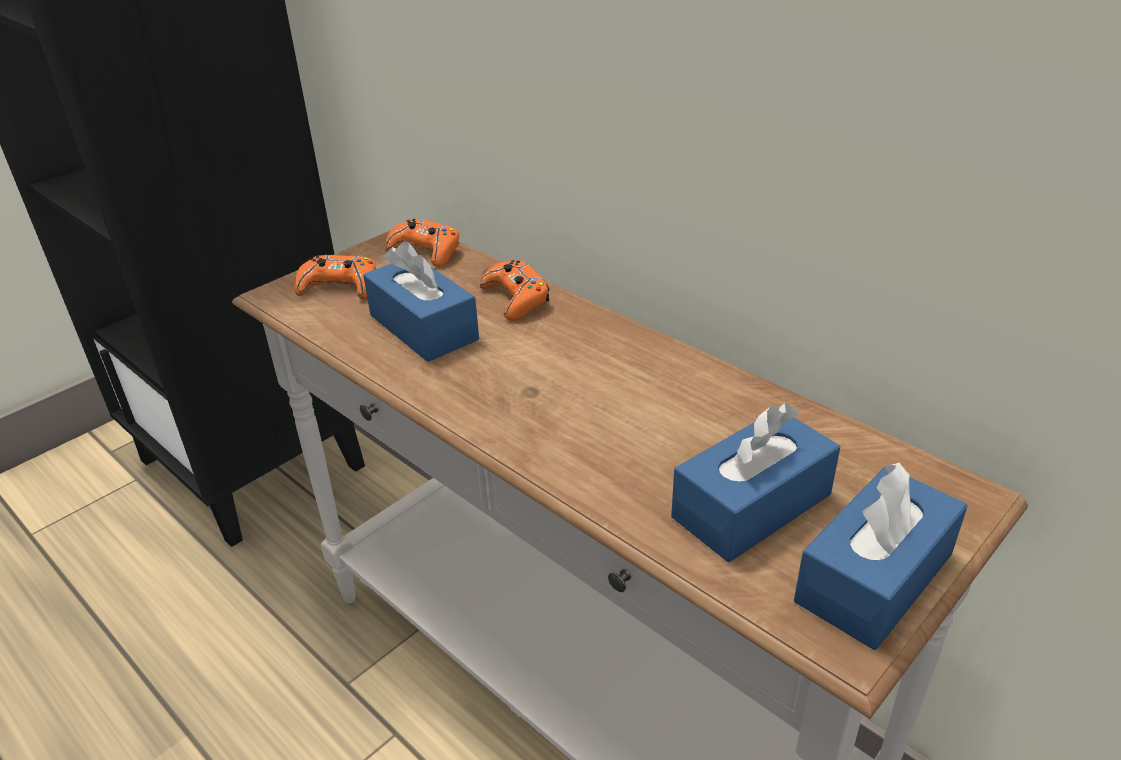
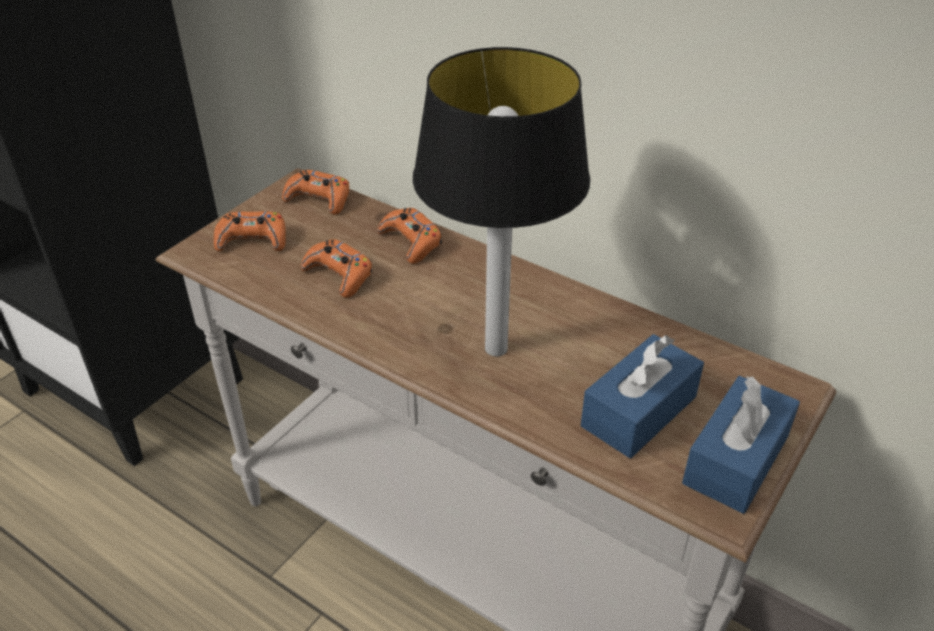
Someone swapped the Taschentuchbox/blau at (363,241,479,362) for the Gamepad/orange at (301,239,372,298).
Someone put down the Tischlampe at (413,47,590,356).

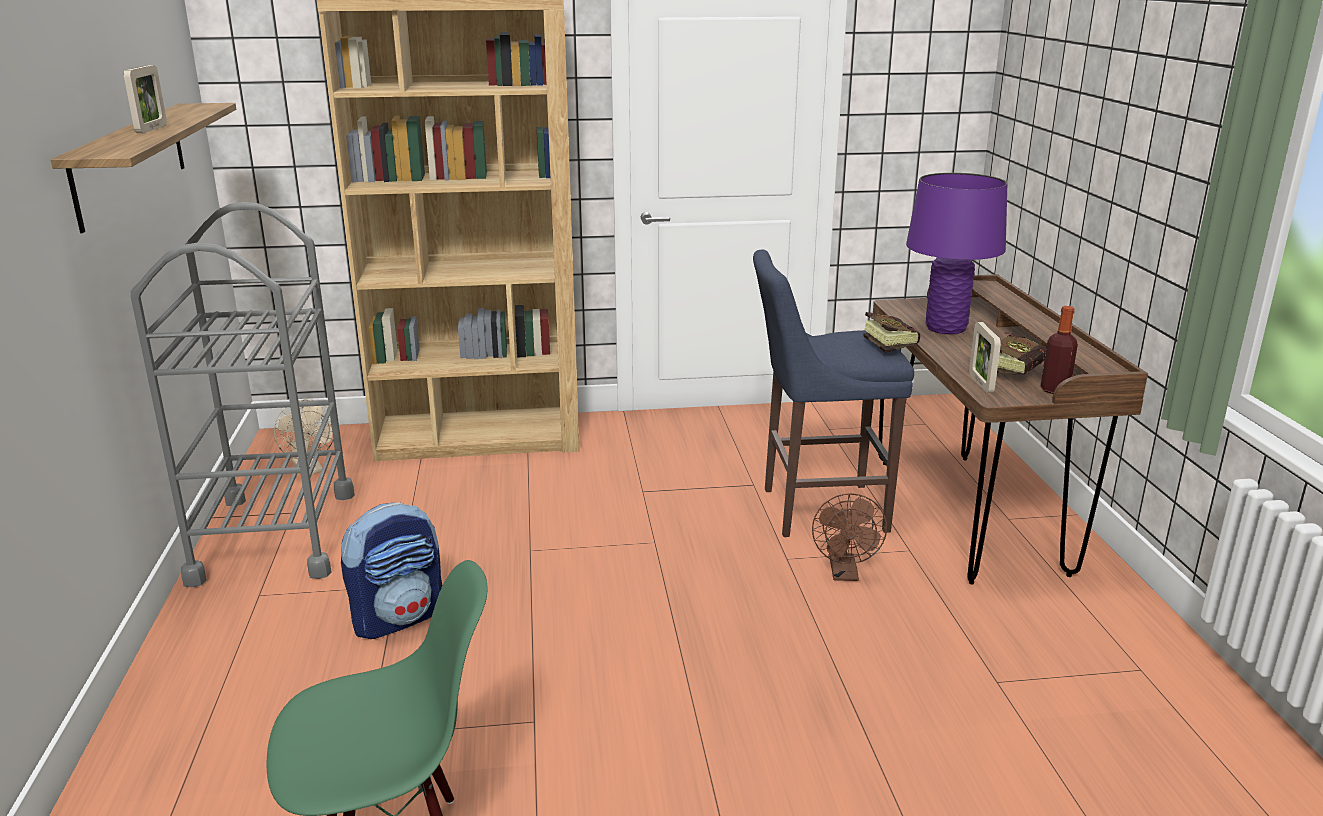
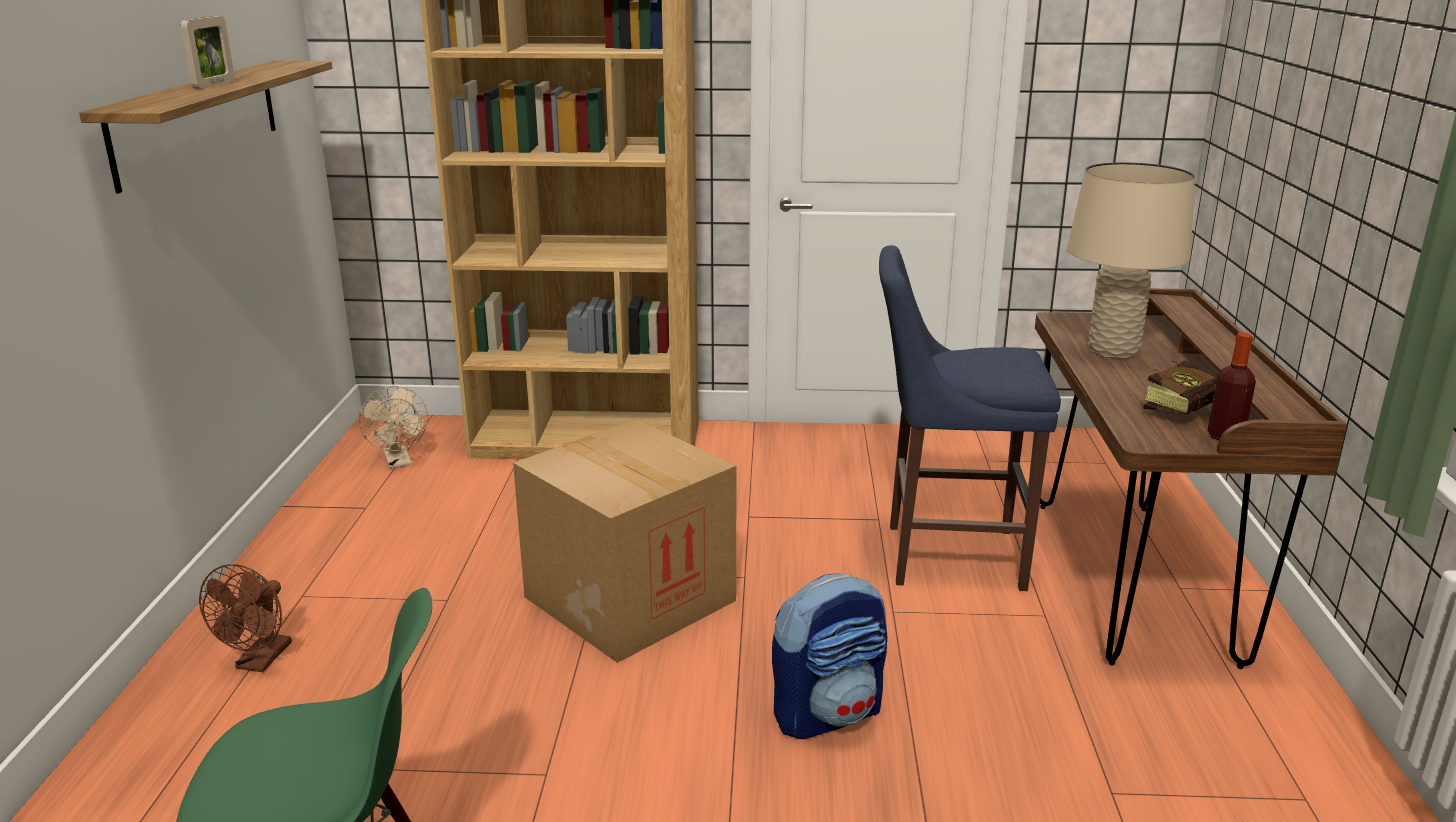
Someone took away the Rollwagen/grau at (131,202,355,587).
Someone carried the Rucksack from (341,502,442,639) to (772,573,887,739).
Someone carried the Ventilator/braun from (812,493,887,581) to (199,564,292,672).
Someone took away the Buch at (863,312,920,353).
Someone repainted the Tischlampe/lila at (906,173,1007,334), which became the Tischlampe/beige at (1067,162,1195,359).
Someone took away the Bilderrahmen at (969,322,1001,393).
Someone put down the Karton at (513,419,737,663).

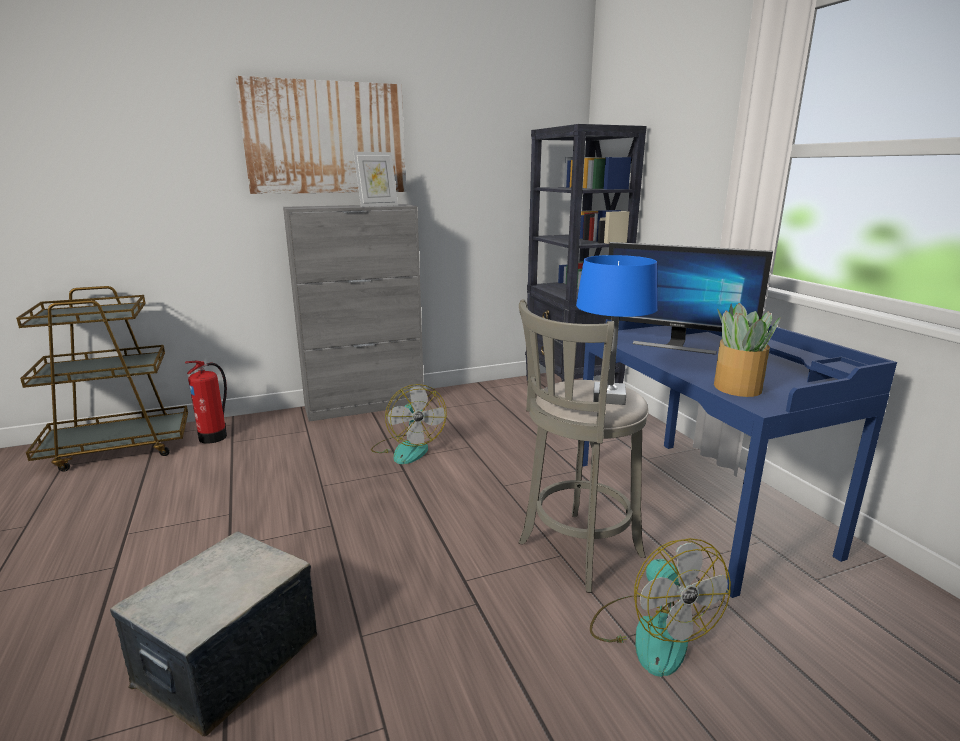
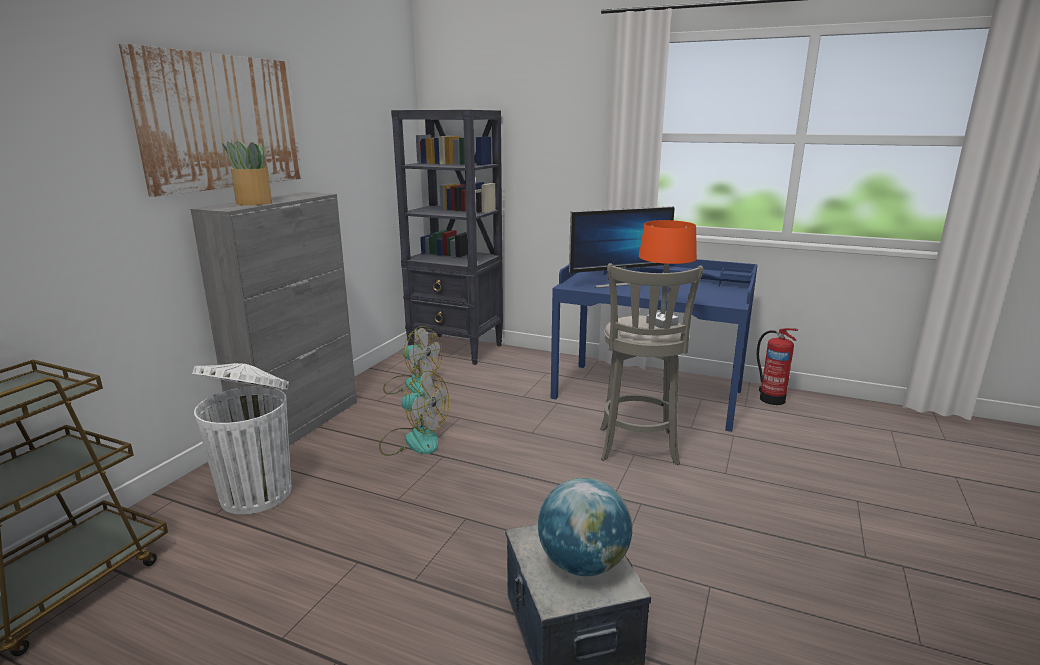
Someone carried the Feuerlöscher from (185,361,227,444) to (757,328,798,405).
Someone took away the Bilderrahmen at (354,152,398,207).
Someone repainted the Tischlampe/blau at (576,255,658,405), which became the Tischlampe/orange at (639,220,697,328).
Someone carried the Ventilator from (590,538,731,677) to (383,326,442,394).
Someone carried the Topfpflanze from (714,303,781,397) to (222,139,272,205).
Someone put down the Mülleimer/weiß at (192,363,291,515).
Someone put down the Globus at (538,478,632,576).

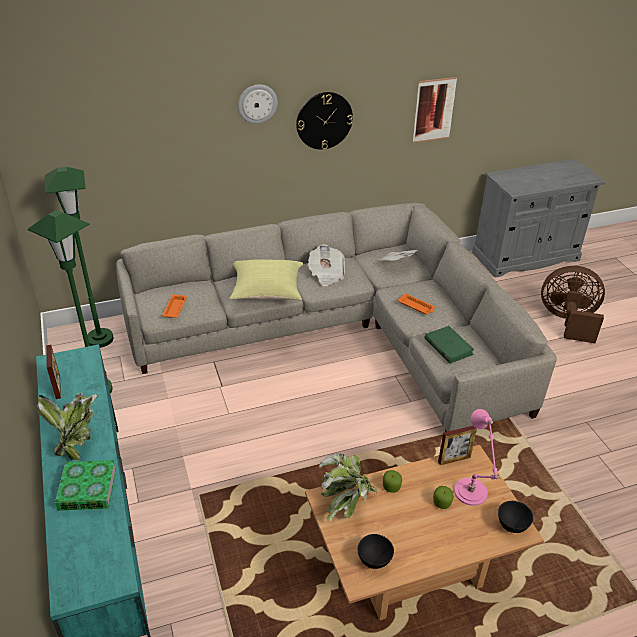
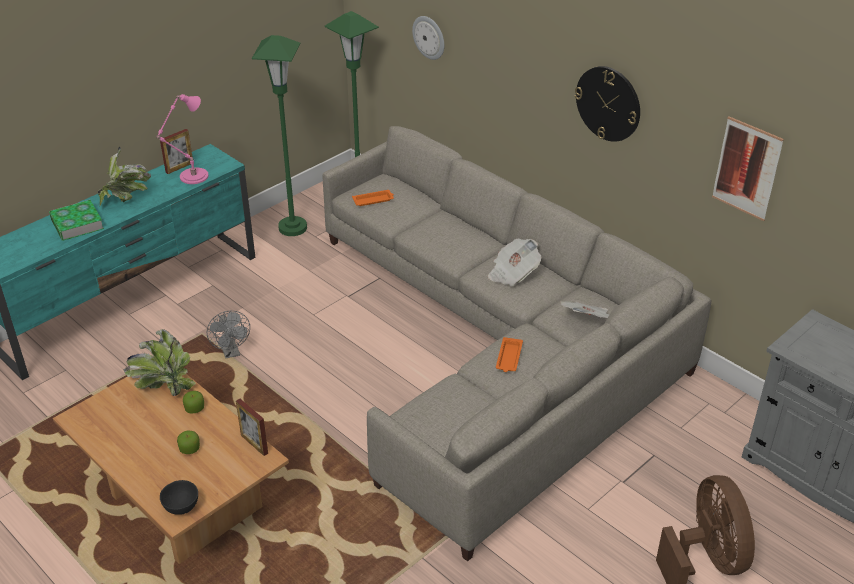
Someone took away the Kissen/gelb at (229,260,303,300).
Someone carried the Wanduhr from (238,84,278,124) to (412,16,444,60).
Someone took away the Schüssel/schwarz at (358,534,394,569).
Someone took away the Buch/grün at (425,326,475,364).
Someone carried the Tischlampe/rosa from (454,409,500,506) to (156,94,209,184).
Someone put down the Ventilator/grau at (207,311,250,358).

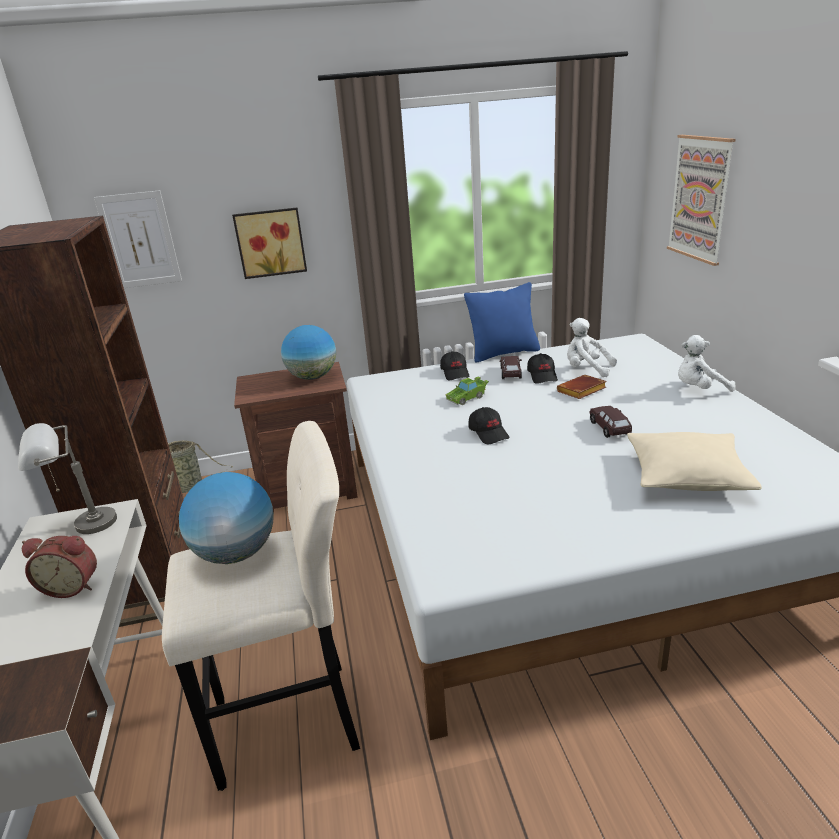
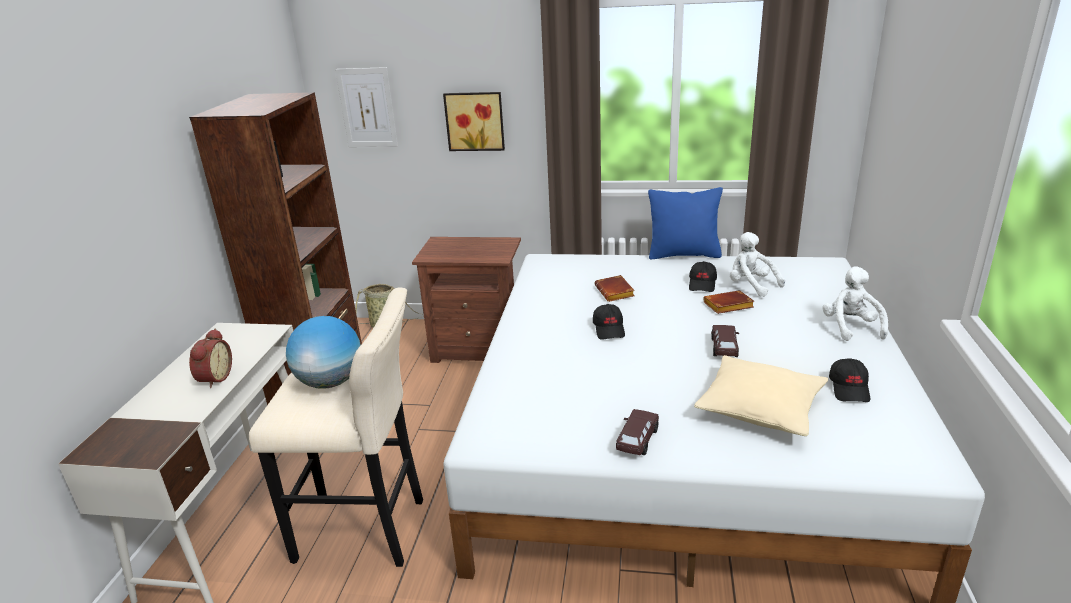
Someone took away the Tischlampe/grau at (18,423,117,534).
Someone rotated the Wecker at (22,536,97,598) by 105 degrees counterclockwise.
Someone took away the Globus at (281,325,336,380).
Someone carried the Kappe/schwarz from (440,351,469,380) to (829,358,870,402).
Someone swapped the Spielzeugauto/grün at (445,377,489,405) for the Buch/braun at (595,275,635,302).
Someone carried the Spielzeugauto/braun from (499,356,522,379) to (616,409,659,456).
Someone took away the Bild at (667,135,736,266).
Someone rotated the Plüschtier/weiß at (678,335,736,392) by 75 degrees clockwise.

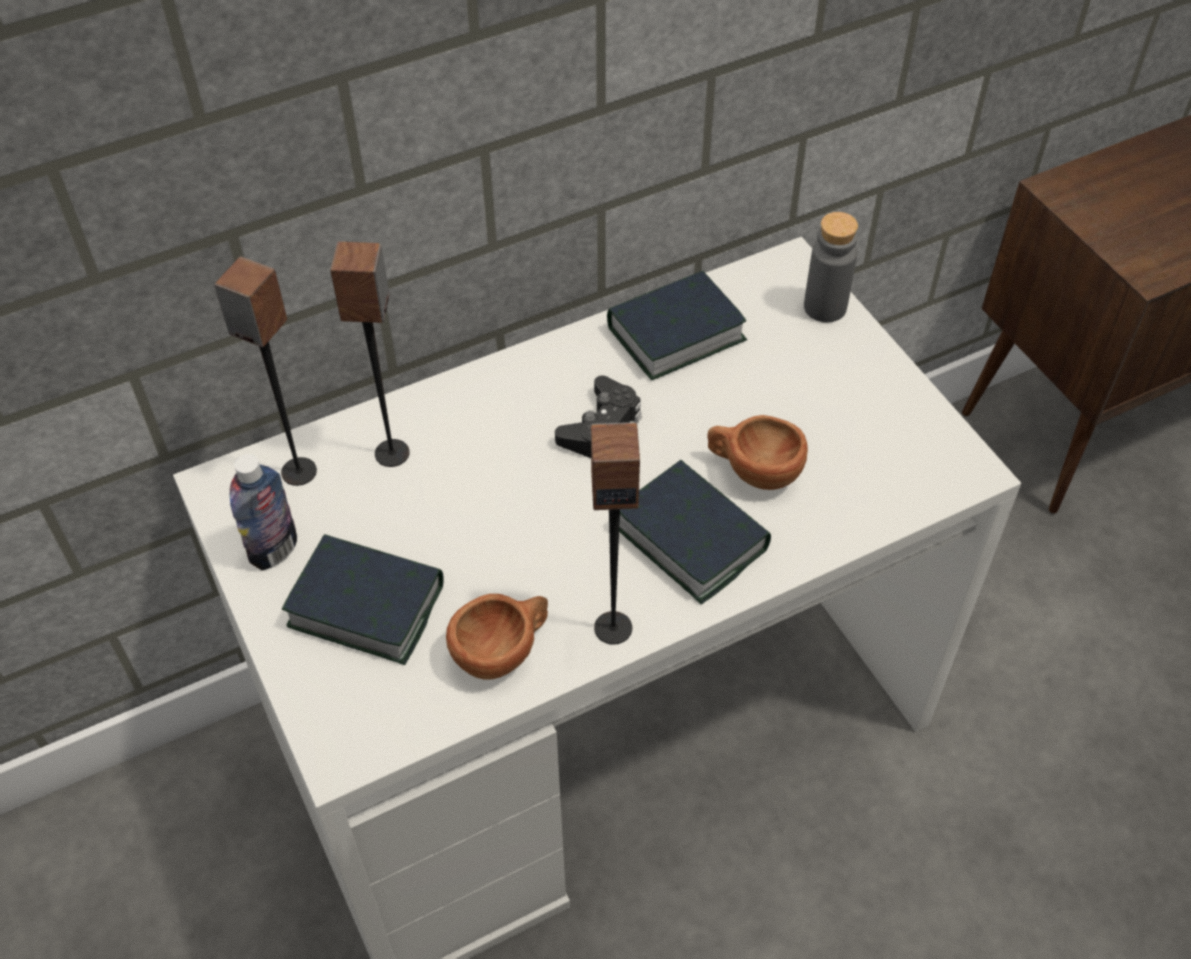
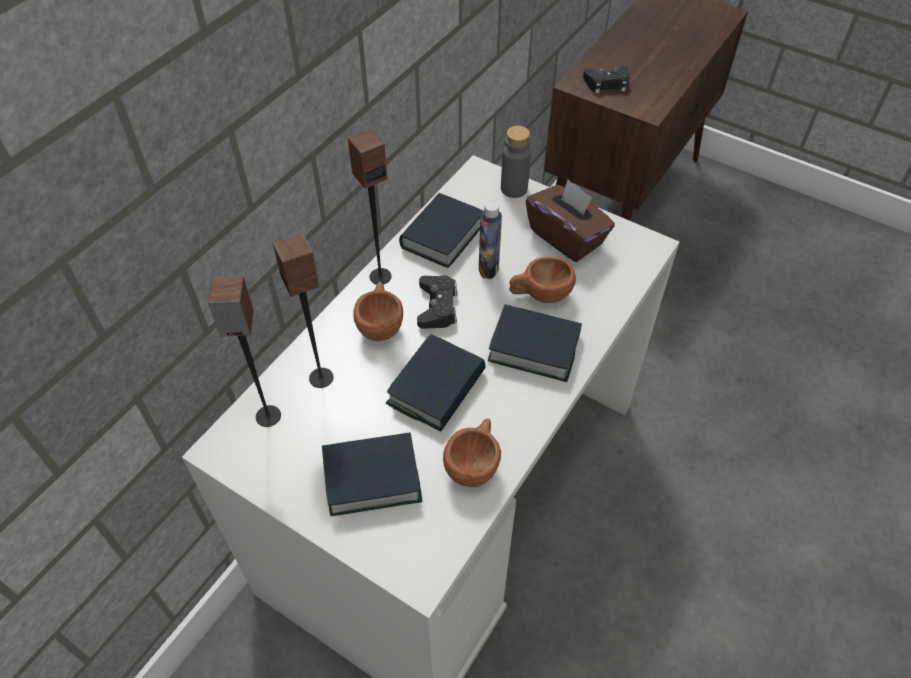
Someone carried the Flasche from (229,454,297,571) to (479,201,502,279).
Someone carried the Lautsprecher from (591,422,640,645) to (348,129,392,285).
Someone put down the Tasse/braun at (353,282,403,341).
Someone put down the Buch at (386,334,486,432).
Someone put down the Taschentuchbox/braun at (526,179,615,262).
Someone put down the Gamepad/schwarz at (583,66,630,94).

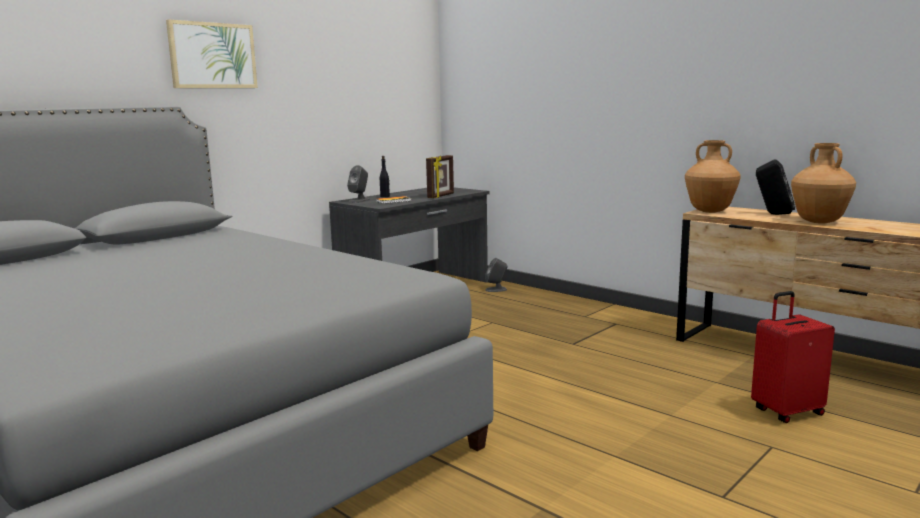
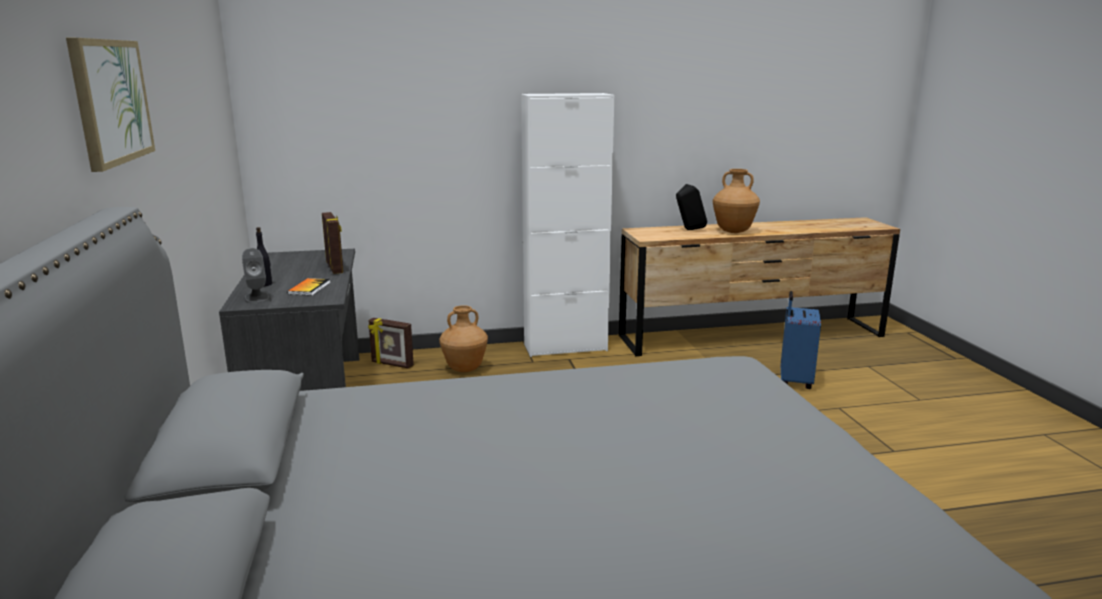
Someone swapped the Lautsprecher/grau at (485,258,508,292) for the Bilderrahmen at (368,318,414,369).
Someone carried the Vase/braun from (685,140,741,213) to (439,306,488,372).
Someone repainted the Koffer/rot at (751,291,835,423), which became the Koffer/blau at (781,291,821,389).
Someone put down the Schrank/weiß at (521,93,614,357).

